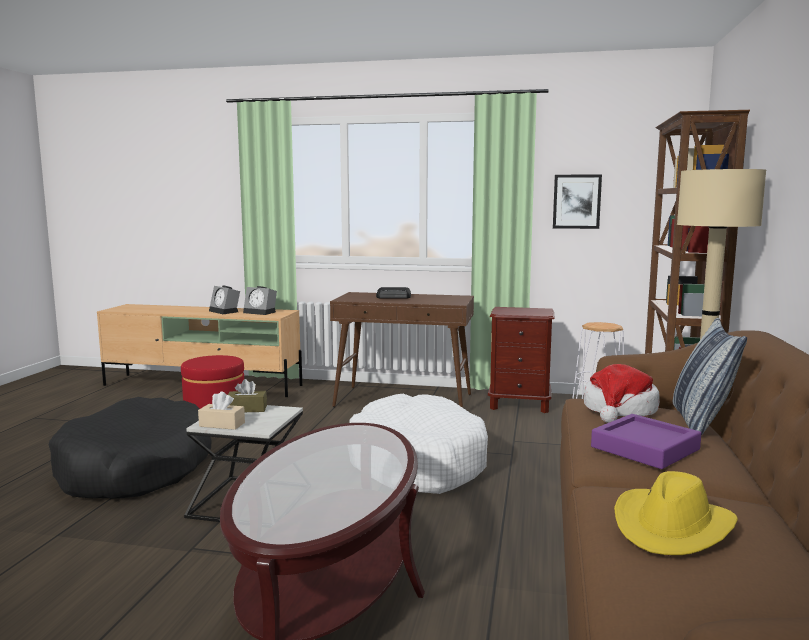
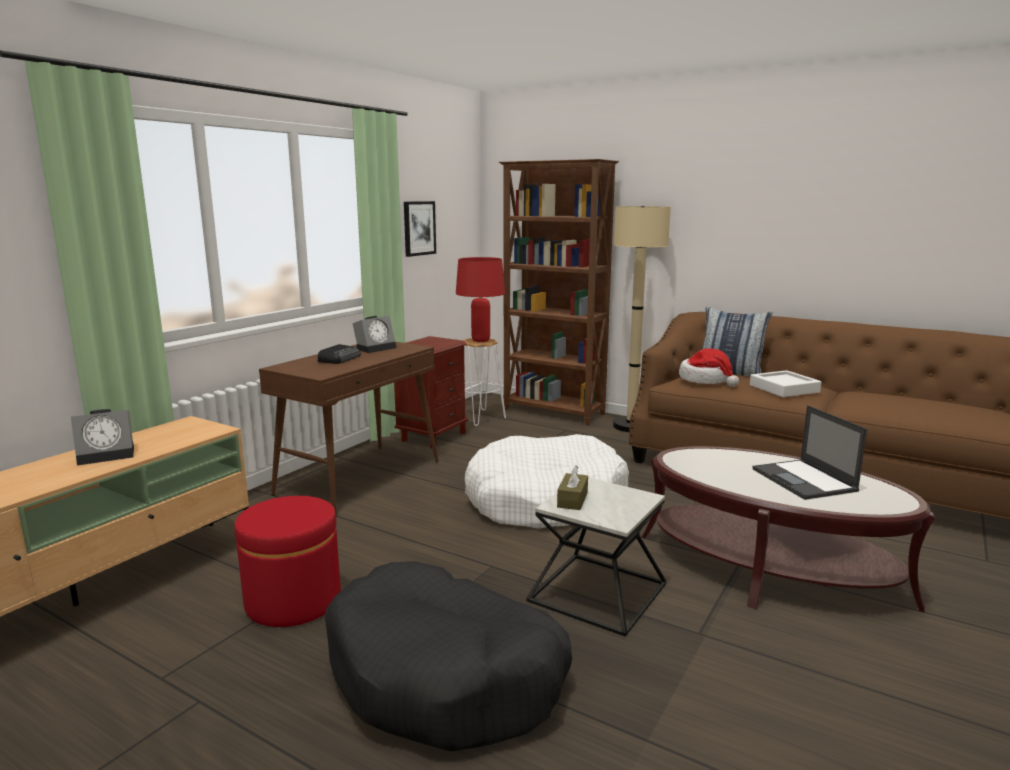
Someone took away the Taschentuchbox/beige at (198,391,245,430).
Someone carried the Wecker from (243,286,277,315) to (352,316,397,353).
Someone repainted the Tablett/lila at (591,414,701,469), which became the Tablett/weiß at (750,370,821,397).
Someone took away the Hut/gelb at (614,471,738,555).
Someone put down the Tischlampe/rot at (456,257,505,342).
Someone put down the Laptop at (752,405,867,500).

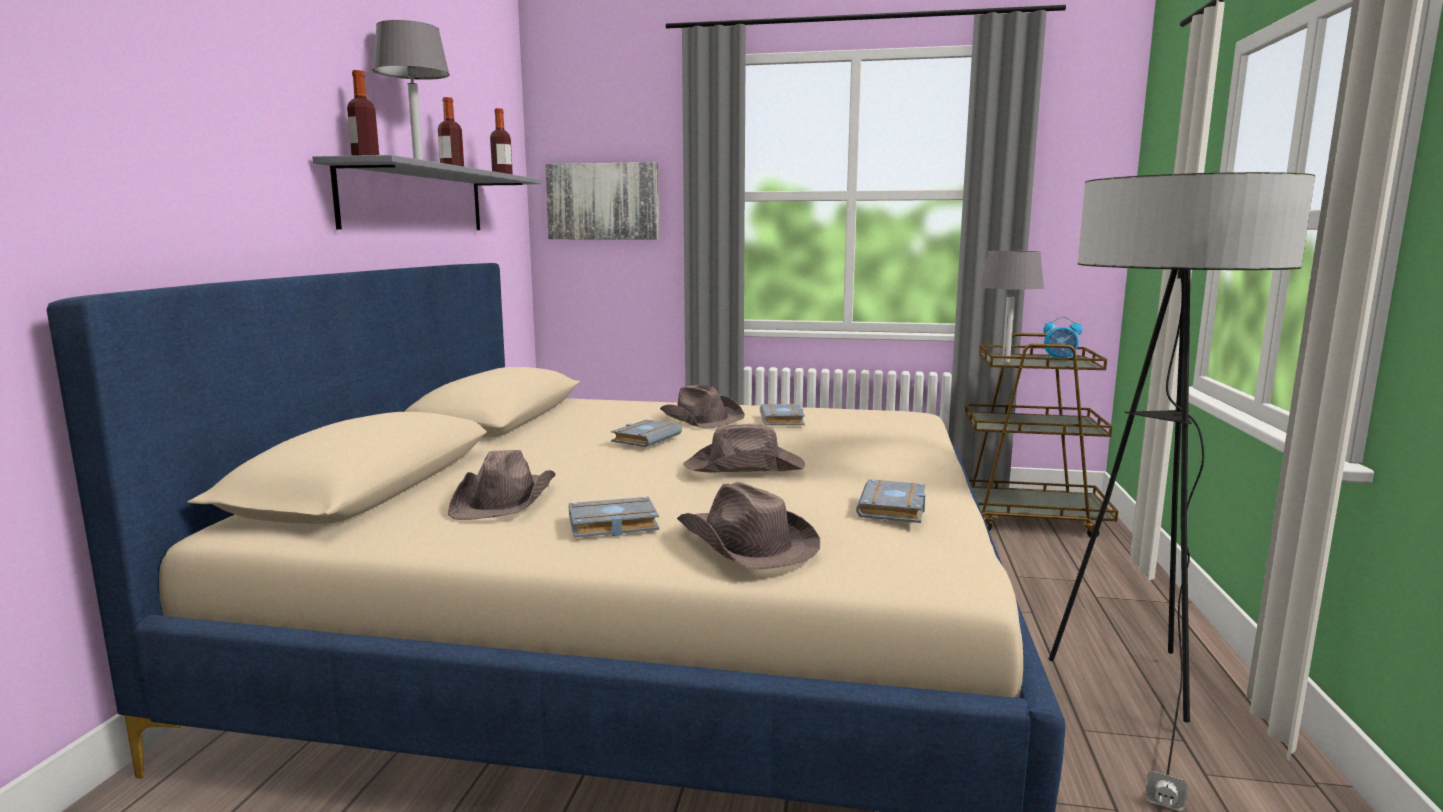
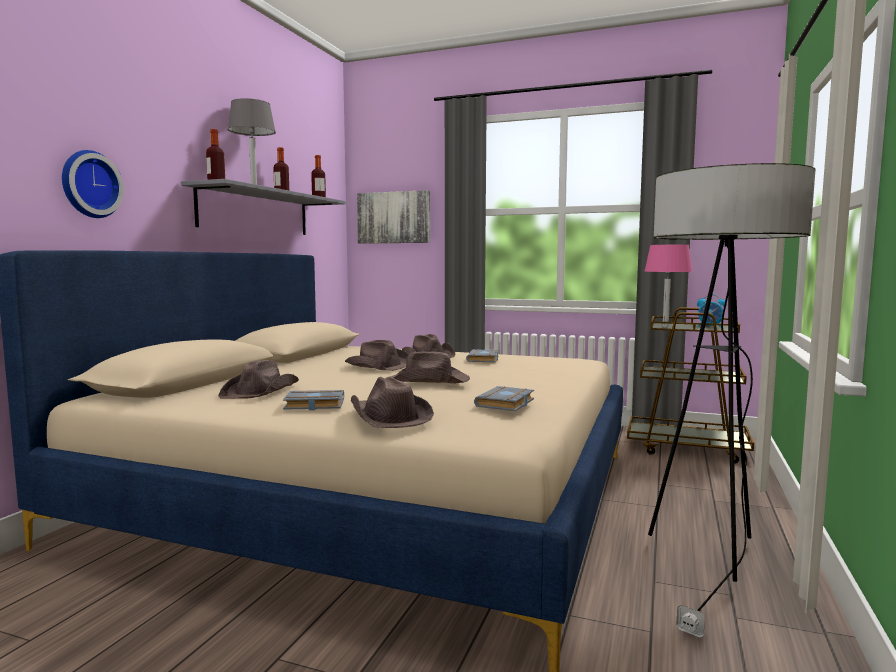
Someone swapped the Buch/grau at (611,420,682,447) for the Hut/braun at (345,340,409,371).
Someone repainted the Tischlampe/grau at (980,251,1044,363), which became the Tischlampe/rosa at (645,245,692,327).
Someone put up the Wanduhr at (62,150,124,218).

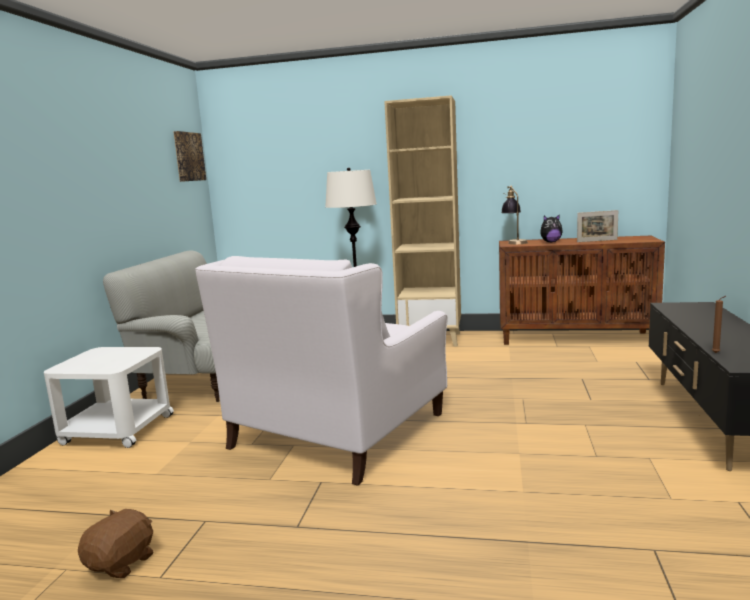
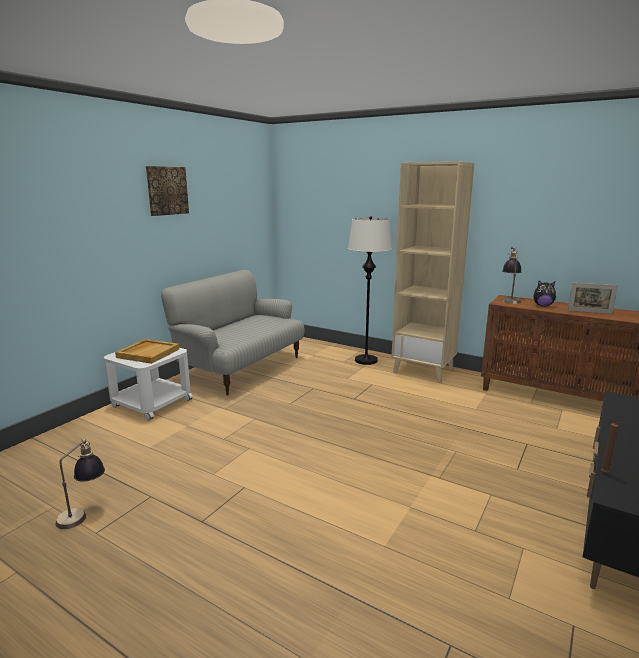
Someone swapped the Plüschtier/braun at (78,509,153,578) for the Tischlampe at (56,438,105,529).
Someone carried the Bild from (173,131,206,182) to (146,166,189,216).
Someone took away the Sessel/weiß at (195,256,448,486).
Someone put down the Tablett/beige at (115,339,180,364).

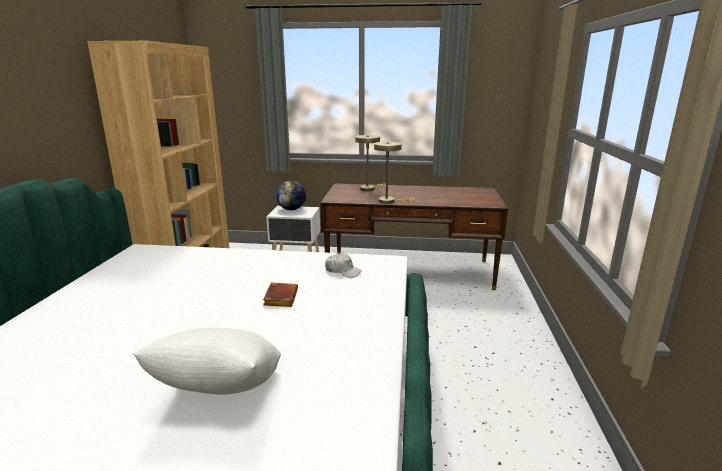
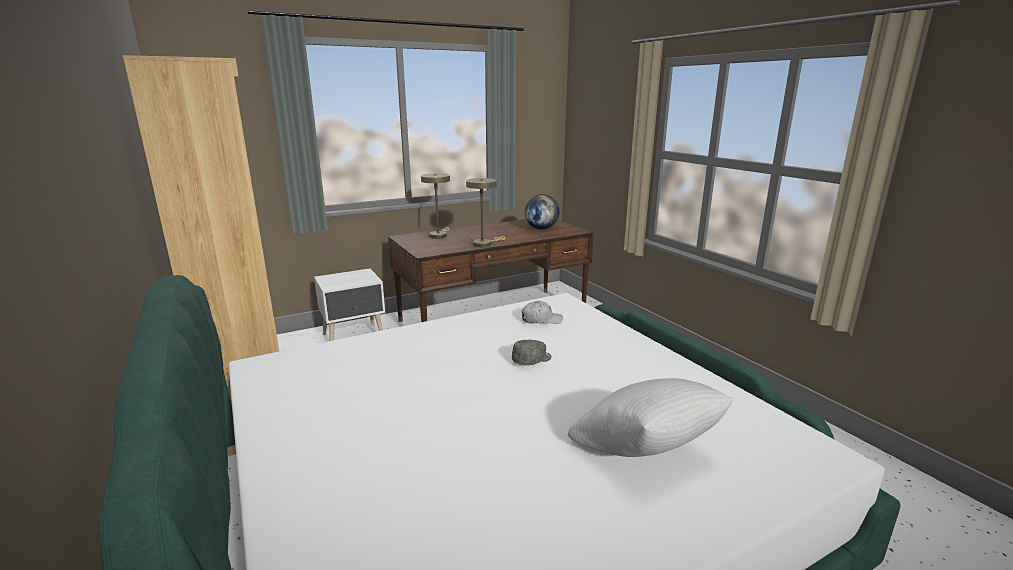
Someone swapped the Buch/braun at (263,283,298,307) for the Kappe/grau at (512,340,552,365).
Someone carried the Globus from (276,180,306,210) to (525,194,560,229).

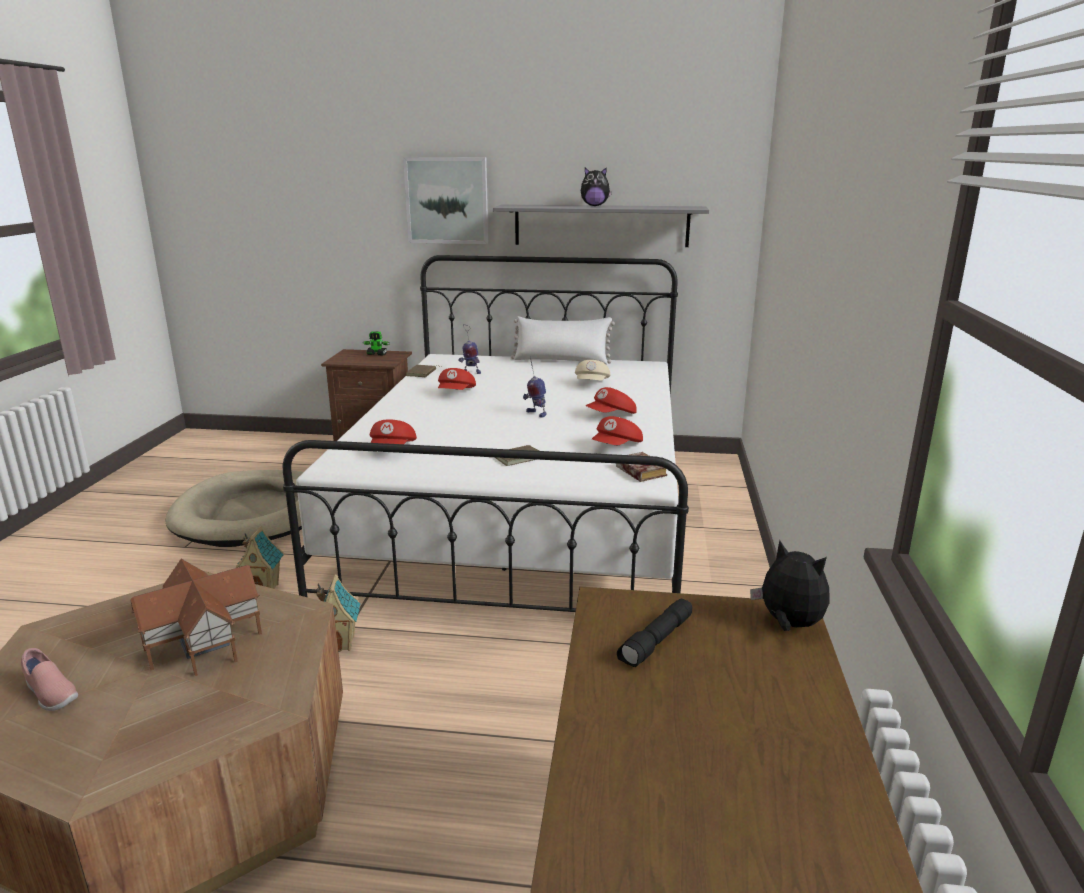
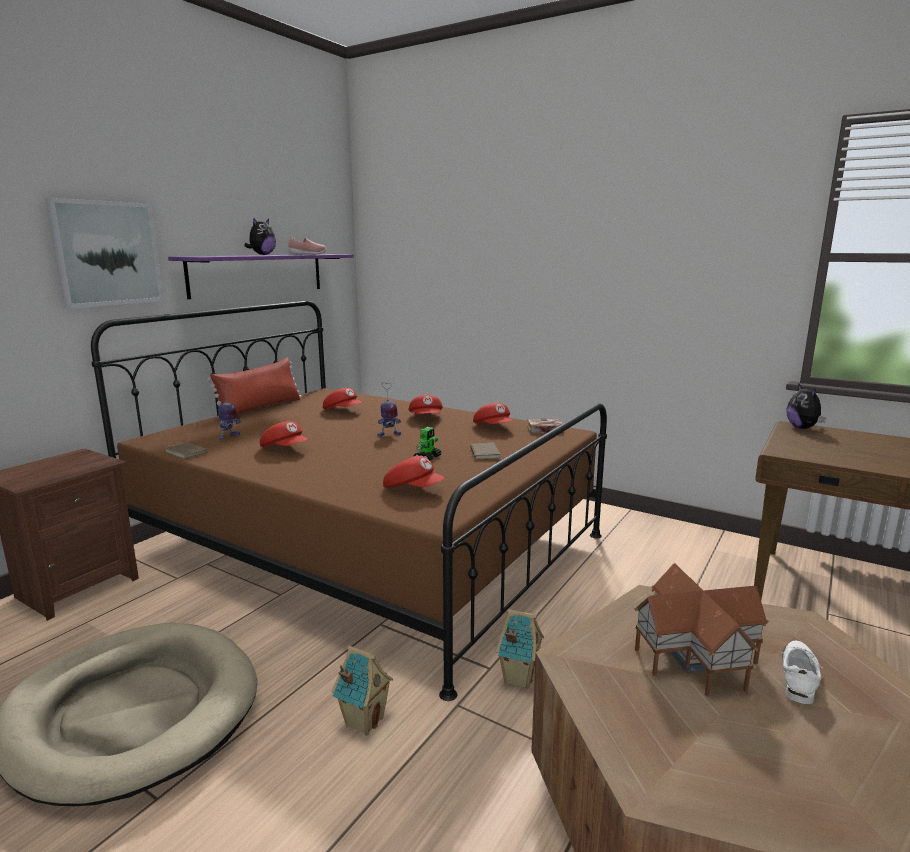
Someone carried the Schuh/rosa from (21,648,78,711) to (288,237,326,255).
Someone repainted the Bett/weiß at (283,255,689,612), which became the Bett/braun at (91,301,607,701).
Someone carried the Spielzeugroboter from (362,332,390,355) to (413,427,442,460).
Someone repainted the Wandregal/grau at (493,204,709,247), which became the Wandregal/lila at (168,254,354,299).
Someone repainted the Kissen/weiß at (511,316,615,365), which became the Kissen/rot at (207,358,302,418).
Someone repainted the Kappe/beige at (575,360,610,381), which became the Kappe/rot at (323,388,363,409).
Someone took away the Taschenlampe/schwarz at (617,599,692,667).
Someone rotated the Plüschtier at (750,540,830,631) by 75 degrees counterclockwise.
Someone put down the Schuh/weiß at (782,641,823,704).

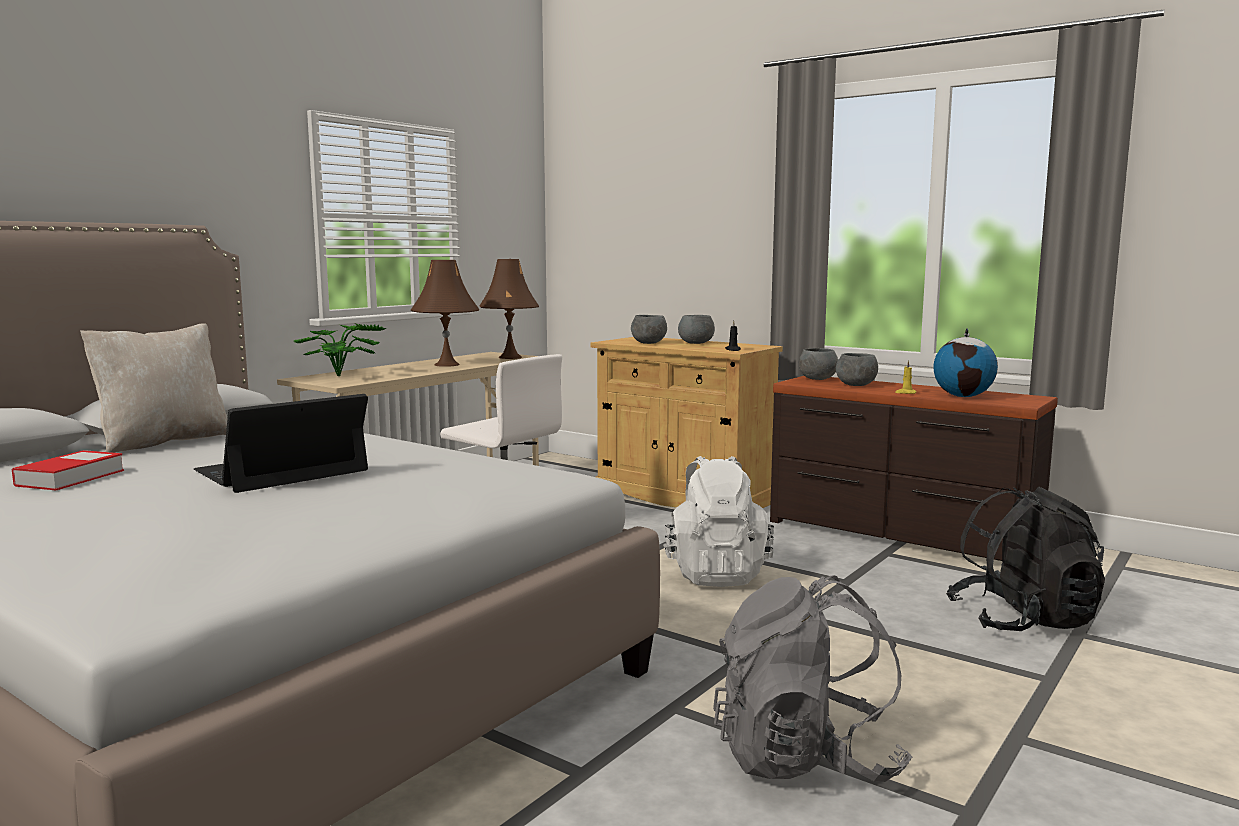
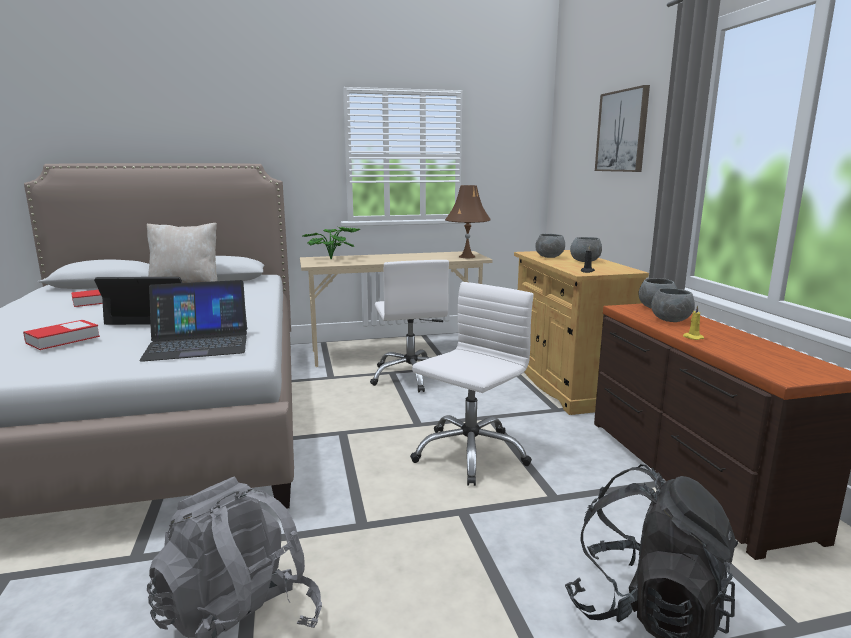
Someone took away the Tischlampe/braun at (411,260,480,367).
Someone swapped the Rucksack/weiß at (663,456,774,587) for the Bürostuhl/weiß at (410,282,534,486).
Someone took away the Globus at (933,328,998,397).
Someone put down the Buch at (23,320,100,350).
Someone put down the Laptop at (139,280,247,362).
Someone put up the Bild at (595,85,650,172).

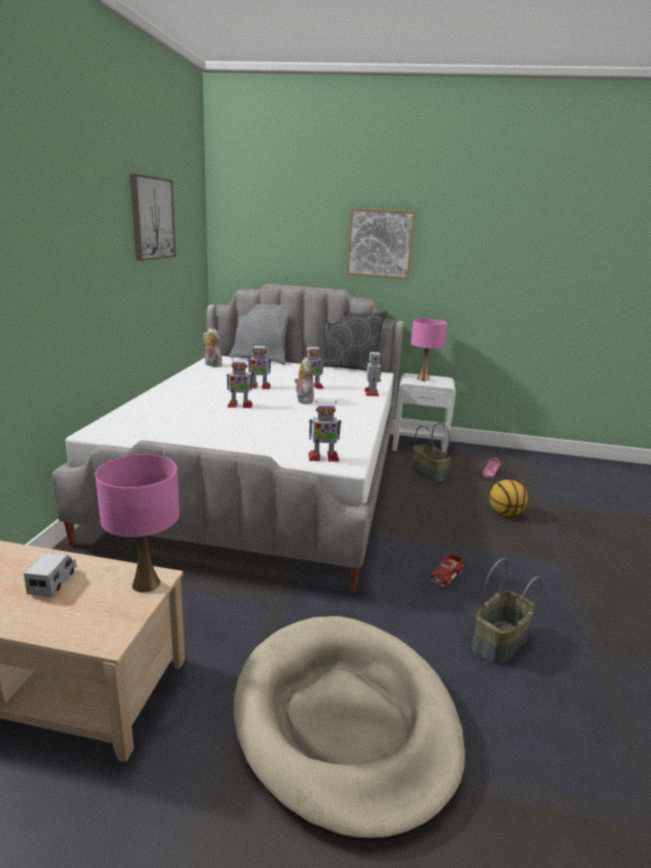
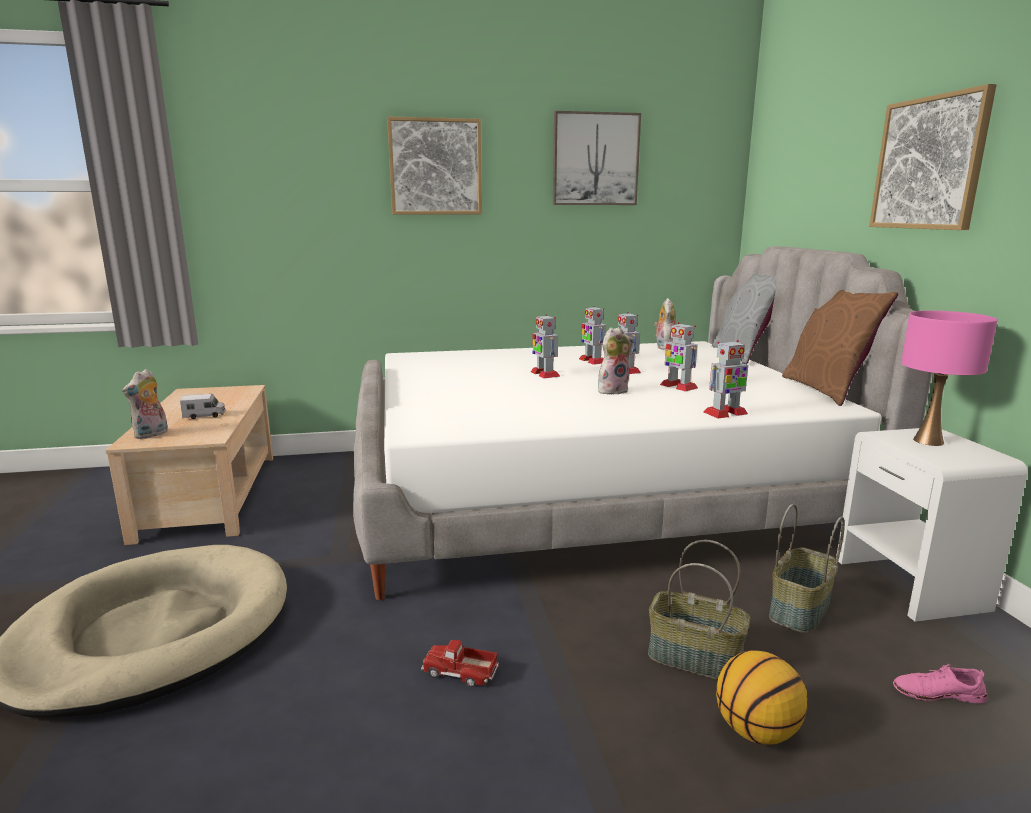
Someone took away the Tischlampe/rosa at (95,454,179,593).
Someone carried the Spielzeugroboter from (308,401,341,462) to (579,306,606,365).
Someone repainted the Kissen/grau at (321,311,388,371), which became the Kissen/braun at (782,290,899,406).
Someone carried the Korb from (472,559,542,664) to (648,540,750,680).
Someone put down the Plüschtier at (122,369,168,439).
Someone put up the Bild at (387,116,482,215).

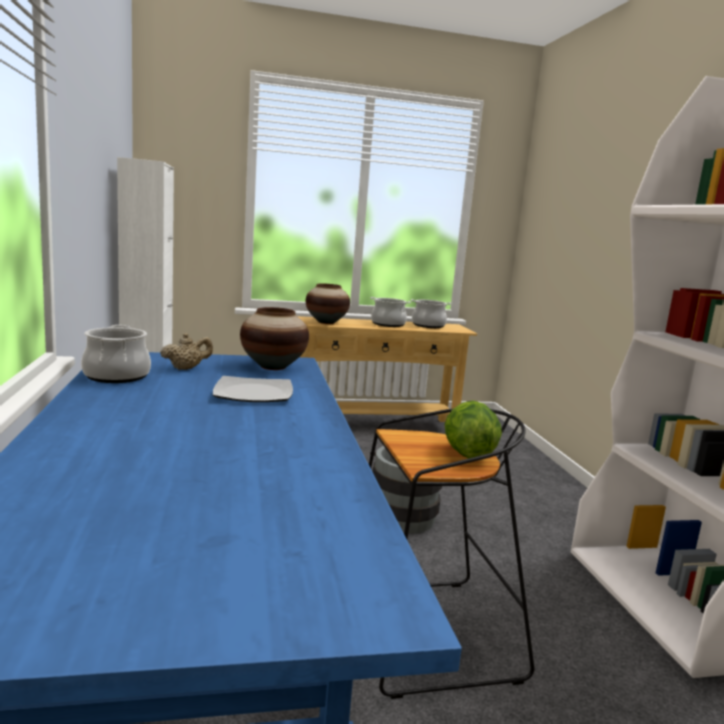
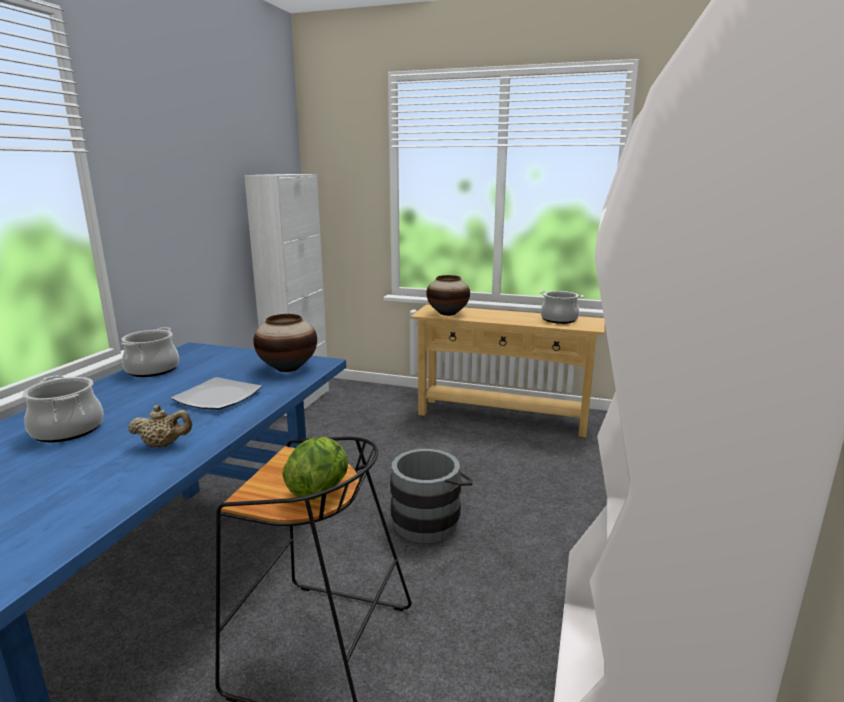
Someone carried the Teekanne/beige from (160,333,213,370) to (128,405,192,448).
Someone carried the Kochtopf from (370,297,411,327) to (22,375,104,442).

